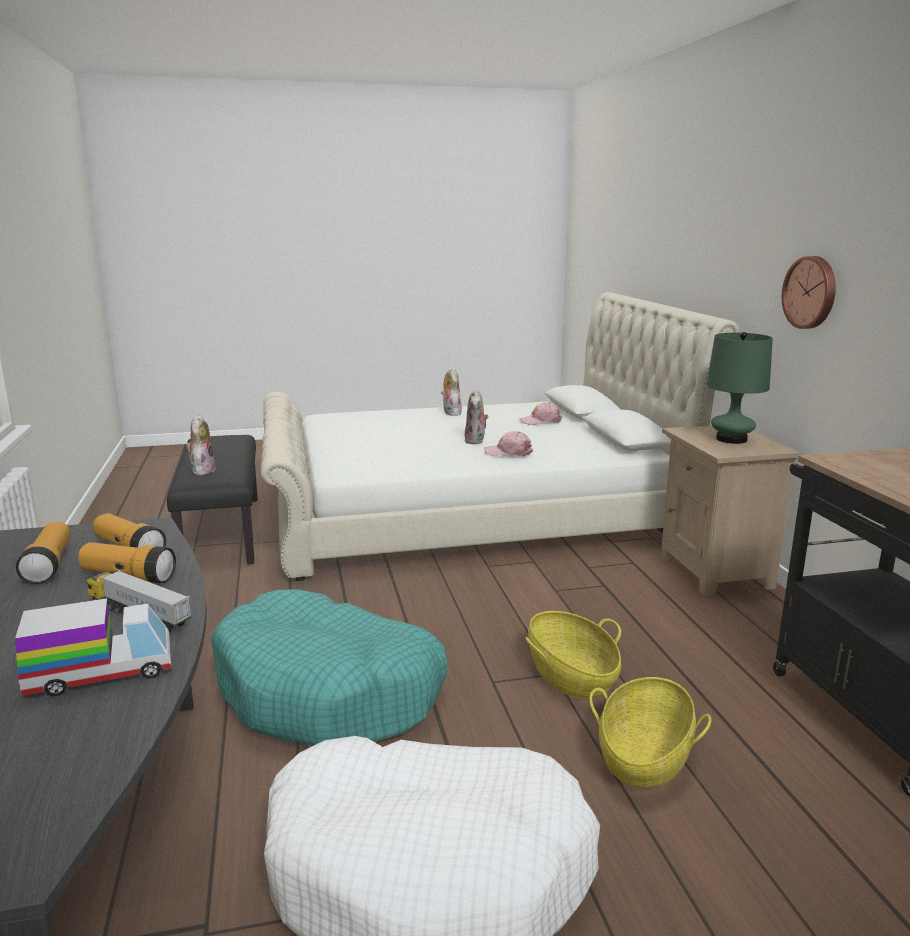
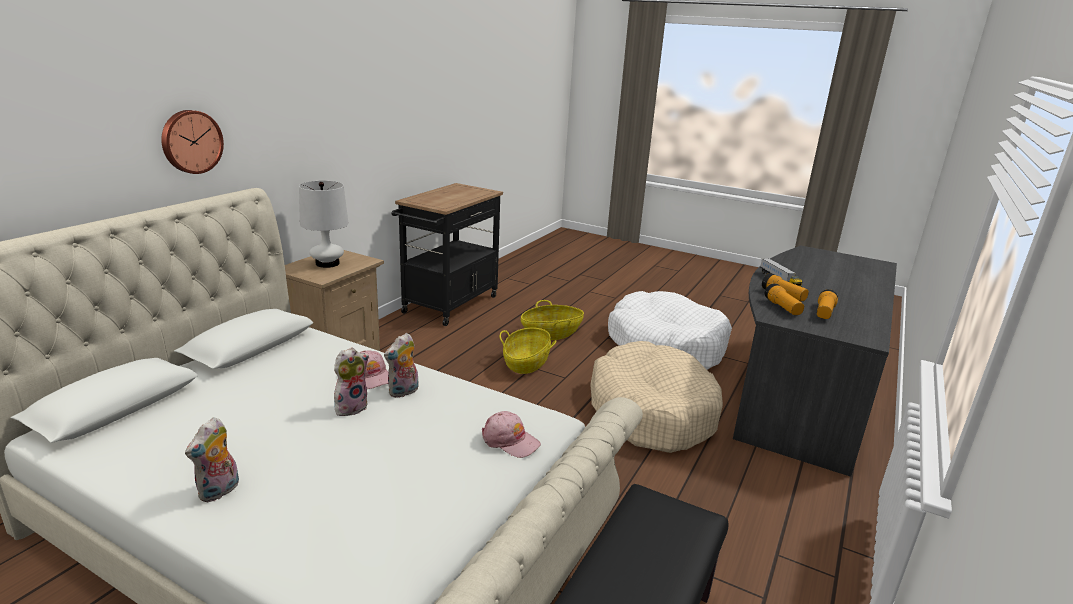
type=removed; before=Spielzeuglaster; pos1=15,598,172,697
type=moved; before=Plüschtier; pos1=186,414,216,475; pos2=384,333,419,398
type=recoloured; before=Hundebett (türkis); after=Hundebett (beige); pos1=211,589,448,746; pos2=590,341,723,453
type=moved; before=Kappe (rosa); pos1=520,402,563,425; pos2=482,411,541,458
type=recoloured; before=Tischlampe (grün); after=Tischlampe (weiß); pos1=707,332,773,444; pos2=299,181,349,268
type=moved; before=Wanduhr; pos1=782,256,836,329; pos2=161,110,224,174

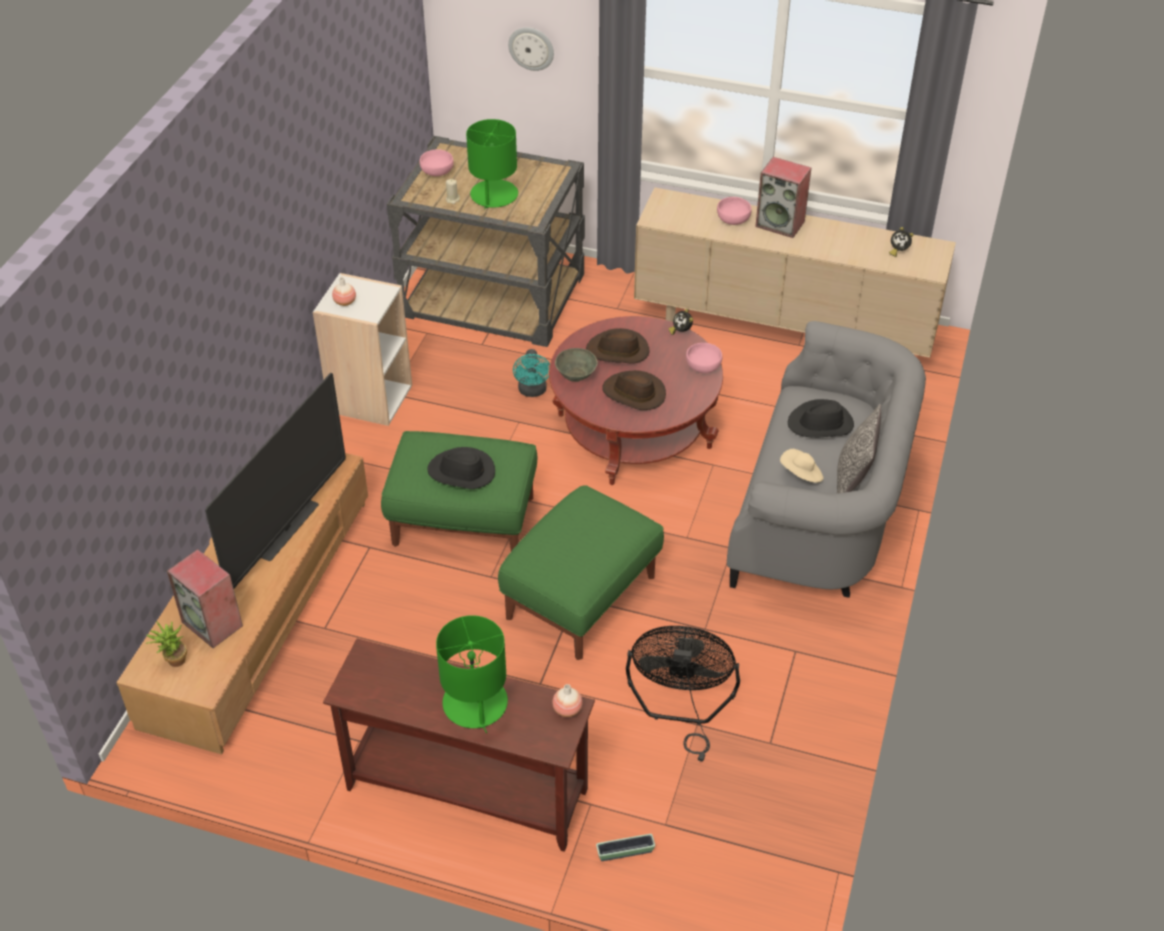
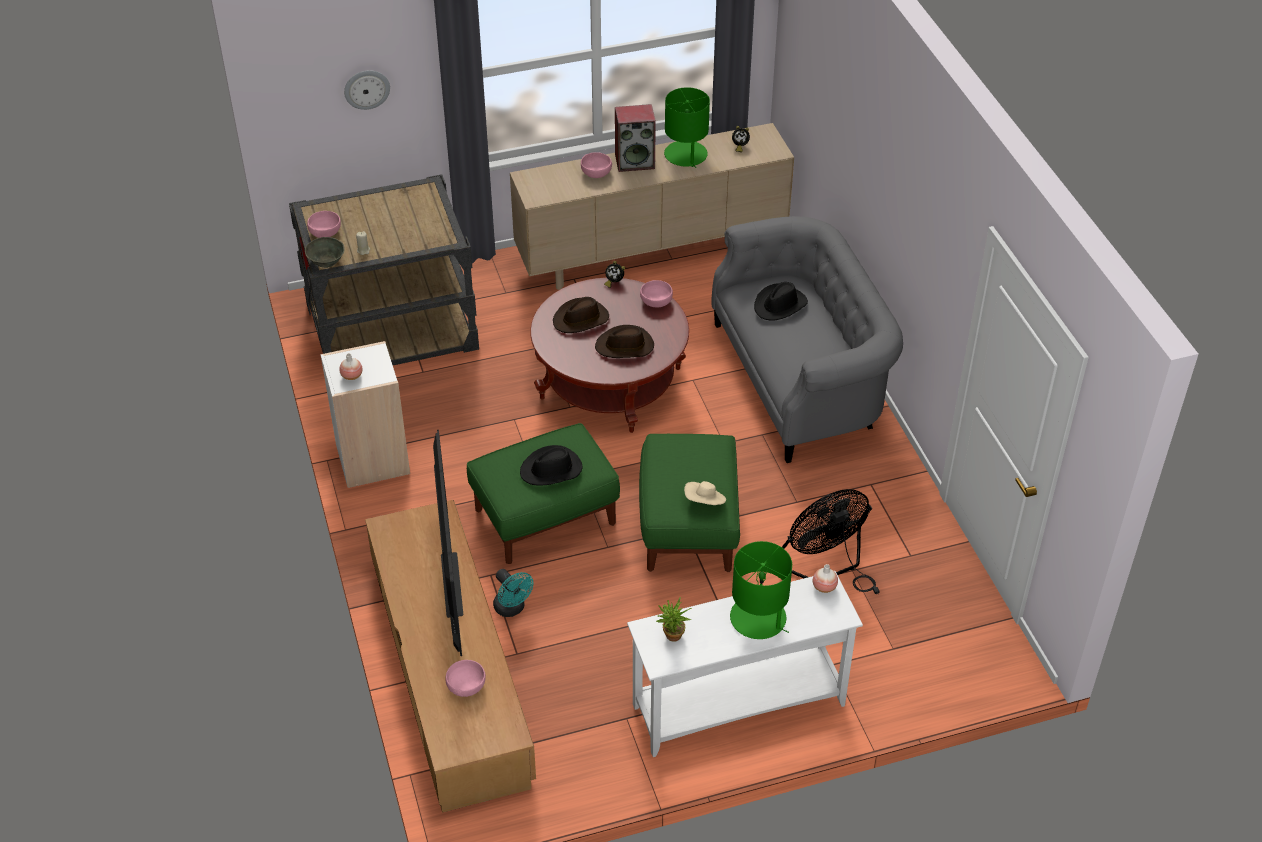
type=moved; before=Topfpflanze; pos1=145,621,187,667; pos2=656,597,692,642
type=replaced; before=Lautsprecher; after=Schüssel (rosa); pos1=167,549,243,648; pos2=445,660,486,697
type=recoloured; before=Konsolentisch (braun); after=Konsolentisch (weiß); pos1=323,638,595,852; pos2=627,571,863,757
type=moved; before=Tischlampe (grün); pos1=466,119,518,209; pos2=664,87,710,168
type=moved; before=Ventilator (türkis); pos1=513,349,550,397; pos2=493,569,533,617
type=moved; before=Schüssel (grau); pos1=555,348,598,382; pos2=305,237,345,268
type=removed; before=Pflanzkübel; pos1=596,834,655,861
type=moved; before=Hut (beige); pos1=780,449,823,483; pos2=684,481,726,505
type=removed; before=Kissen; pos1=837,404,881,493

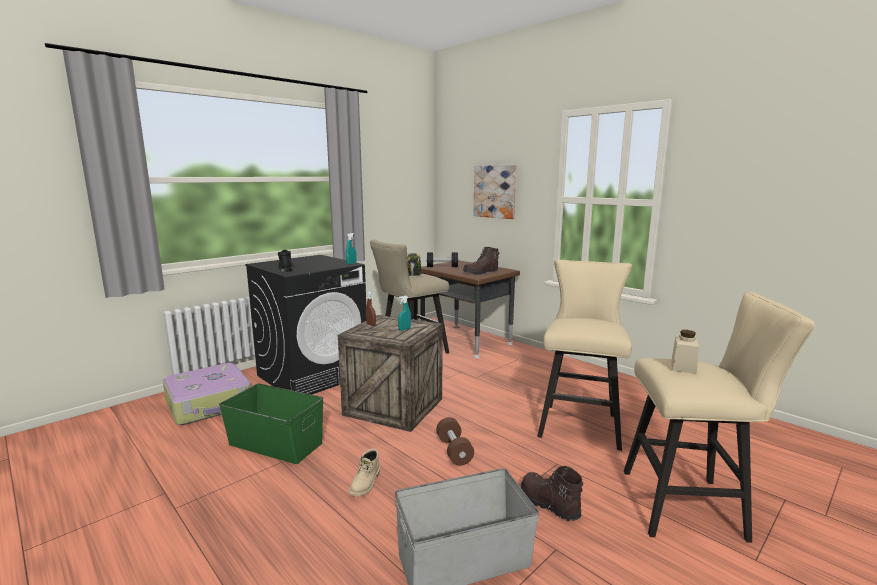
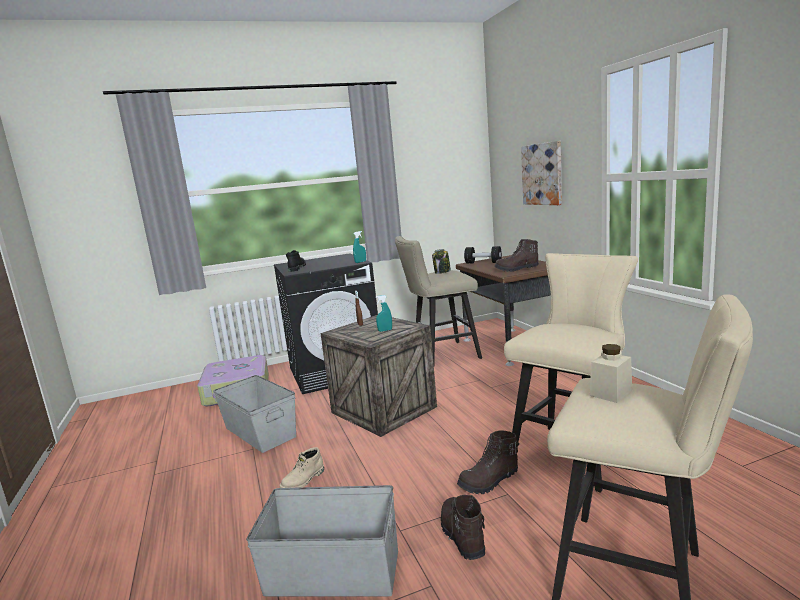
type=recoloured; before=Aufbewahrungsbox (grün); after=Aufbewahrungsbox (grau); pos1=219,383,324,464; pos2=213,375,296,453
type=removed; before=Hantel (braun); pos1=436,417,474,466
type=added; after=Stiefel (braun); pos2=457,431,519,494

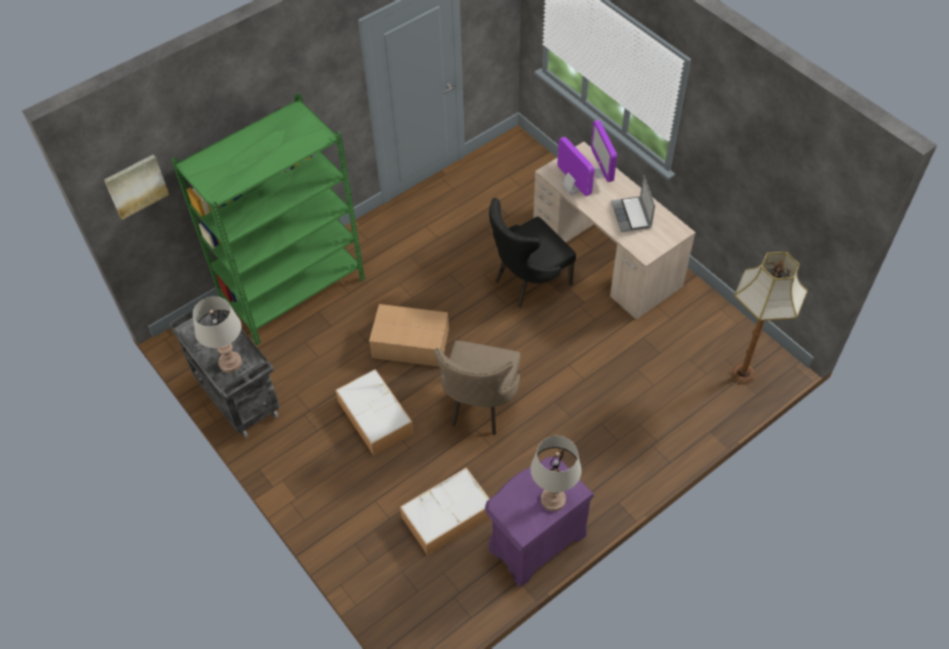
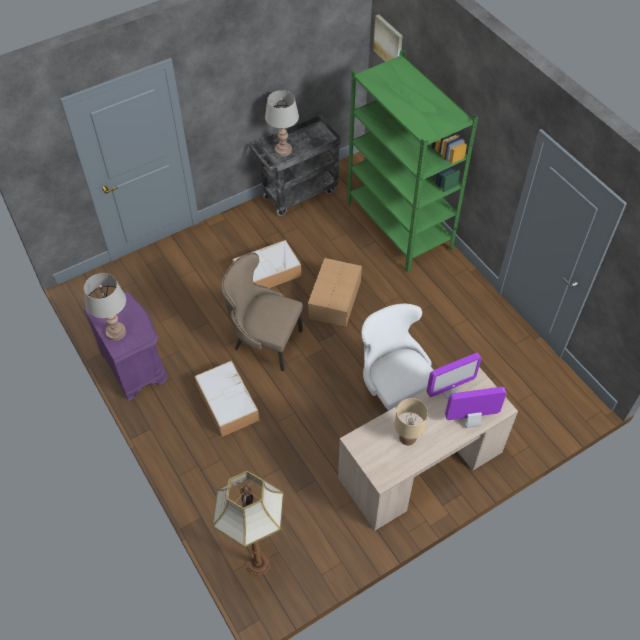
type=moved; before=Aufbewahrungsbox; pos1=400,467,490,555; pos2=195,361,259,437
type=recoloured; before=Stuhl (schwarz); after=Stuhl (weiß); pos1=489,198,576,308; pos2=361,304,433,412
type=replaced; before=Laptop; after=Tischlampe (beige); pos1=611,175,655,232; pos2=395,398,428,446

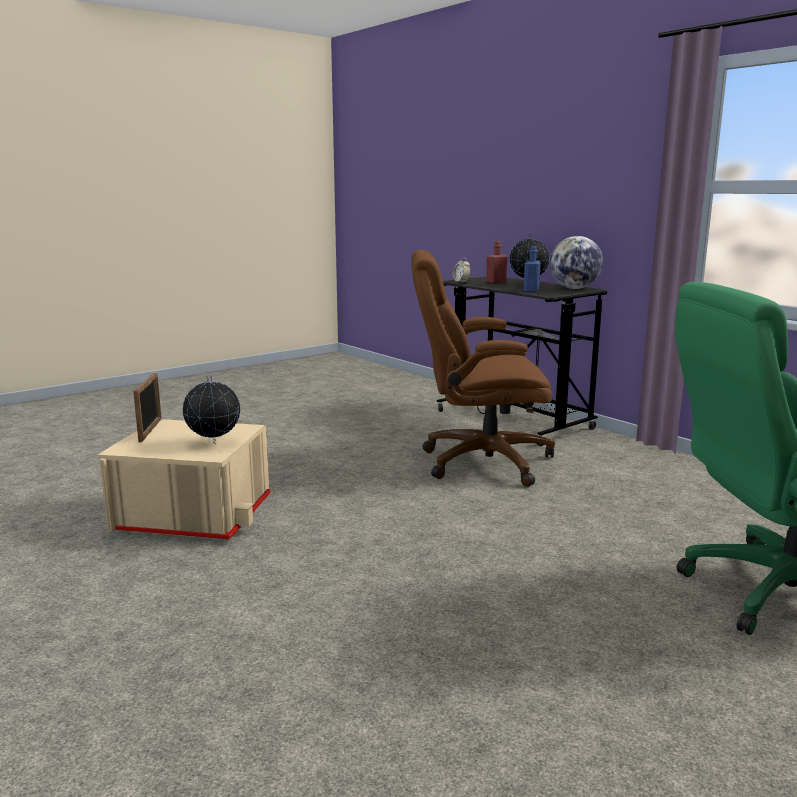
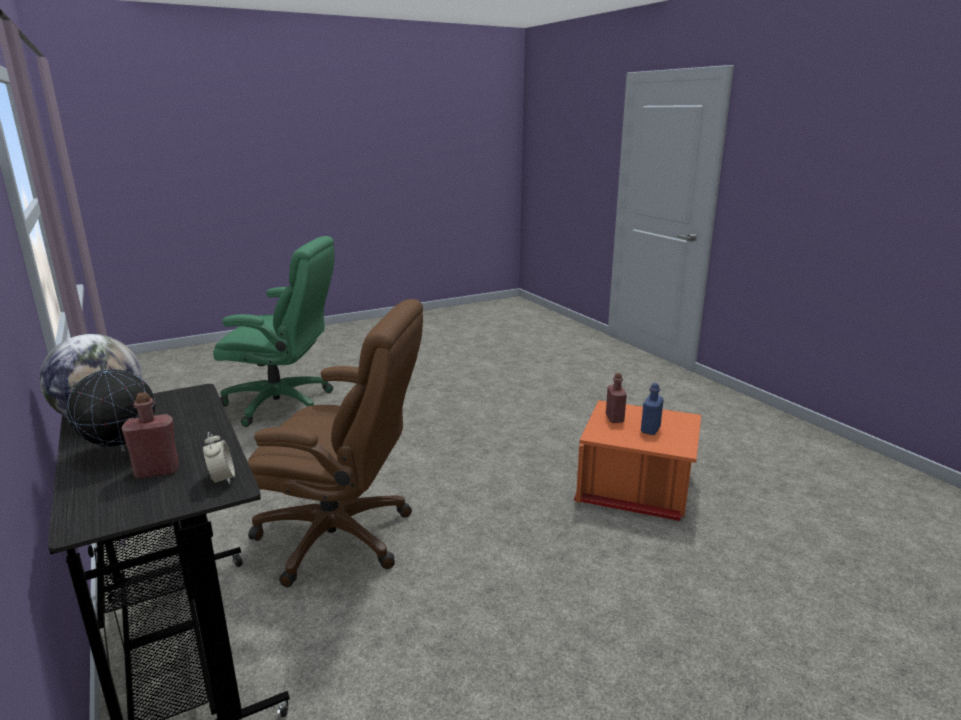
type=recoloured; before=Aufbewahrungsbox (beige); after=Aufbewahrungsbox (orange); pos1=97,419,270,540; pos2=574,400,701,521
type=removed; before=Bilderrahmen; pos1=133,373,162,442
type=replaced; before=Globus; after=Flasche (rot); pos1=183,376,240,444; pos2=606,373,627,423
type=moved; before=Flasche (blau); pos1=524,246,541,292; pos2=641,383,664,435

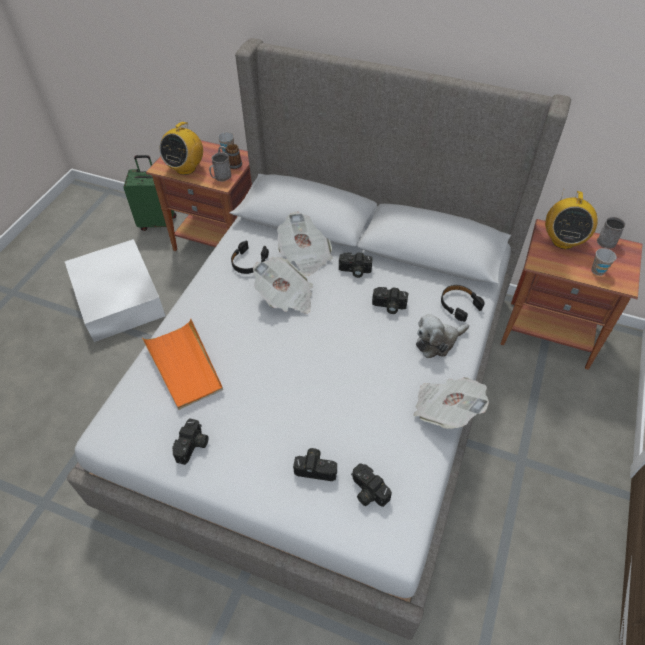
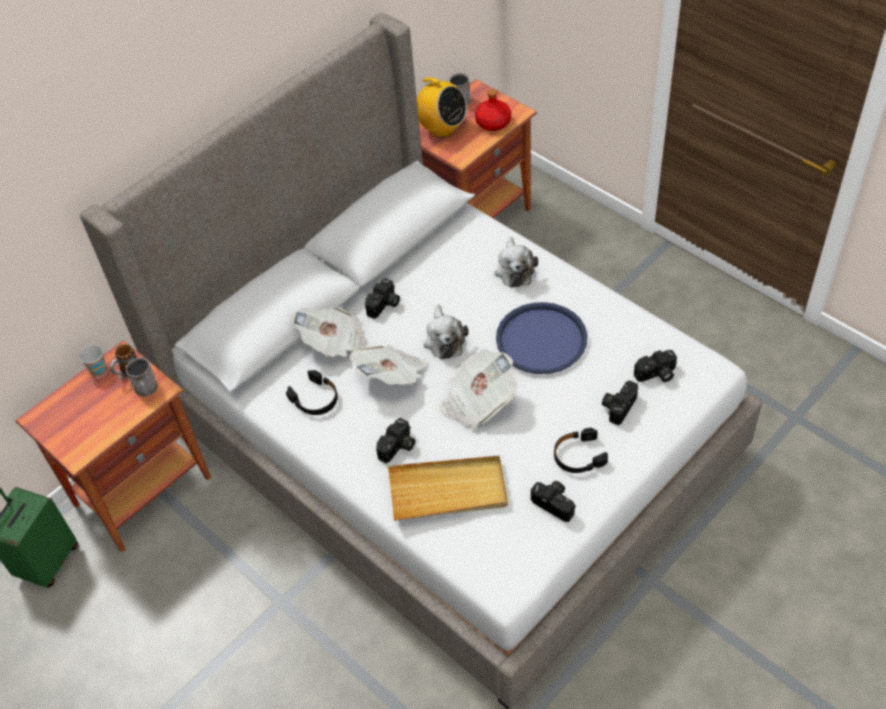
type=removed; before=Aufbewahrungsbox (weiß); pos1=65,239,166,342
type=recoloured; before=Tablett (orange); after=Tablett (beige); pos1=142,318,223,410; pos2=388,456,508,521
type=removed; before=Radio; pos1=159,122,203,175
type=moved; before=Kamera; pos1=372,287,408,314; pos2=376,418,415,463
type=moved; before=Zeitung; pos1=413,378,489,429; pos2=440,349,517,429
type=moved; before=Kopfhörer (schwarz); pos1=441,285,485,322; pos2=554,428,608,473
type=replaced; before=Tasse; after=Flasche (rot); pos1=591,248,616,276; pos2=475,89,511,131
type=added; after=Plüschtier; pos2=424,305,468,360
type=added; after=Tablett (blau); pos2=496,302,588,374

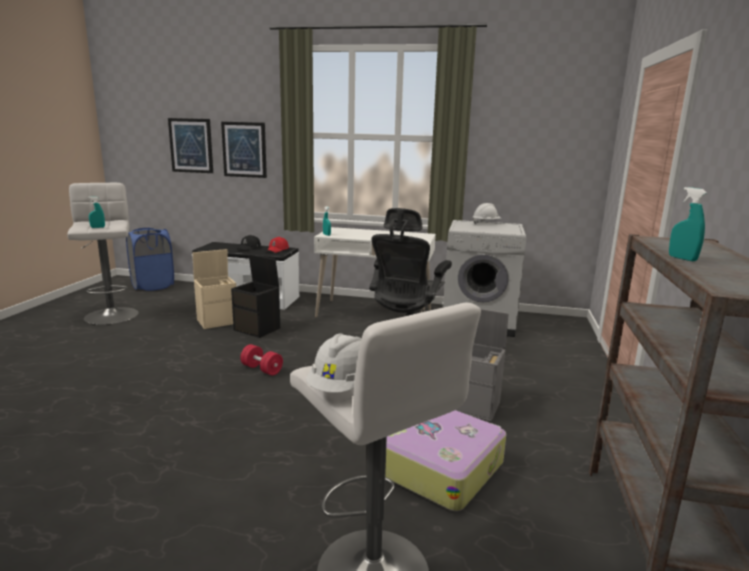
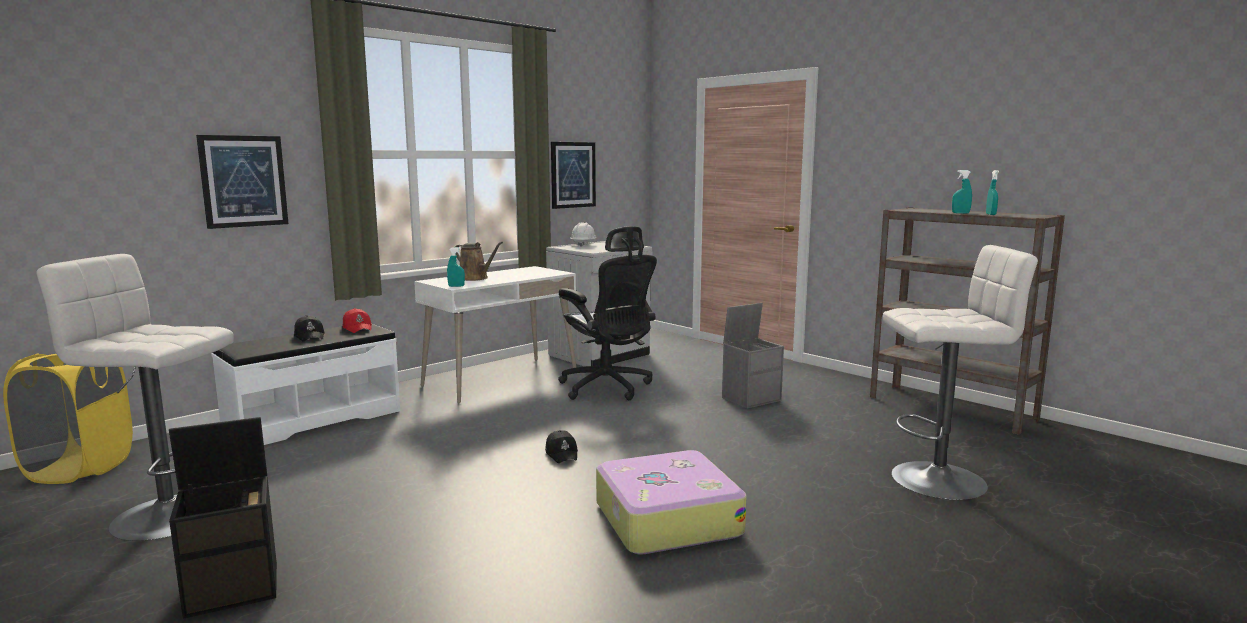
type=moved; before=Sprühflasche (türkis); pos1=88,196,105,228; pos2=986,170,999,215
type=recoloured; before=Wäschekorb (blau); after=Wäschekorb (gelb); pos1=126,228,174,291; pos2=3,354,133,484
type=moved; before=Bild; pos1=168,118,213,173; pos2=551,142,596,209
type=removed; before=Aufbewahrungsbox (beige); pos1=193,249,236,329
type=moved; before=Aufbewahrungsbox (schwarz); pos1=231,254,280,338; pos2=169,417,277,619
type=replaced; before=Hantel (rot); after=Kappe (schwarz); pos1=240,344,283,376; pos2=545,430,578,463
type=removed; before=Schutzhelm (weiß); pos1=306,333,361,393
type=moved; before=Koffer; pos1=385,410,506,511; pos2=596,450,747,555
type=added; after=Gießkanne (braun); pos2=455,241,503,281

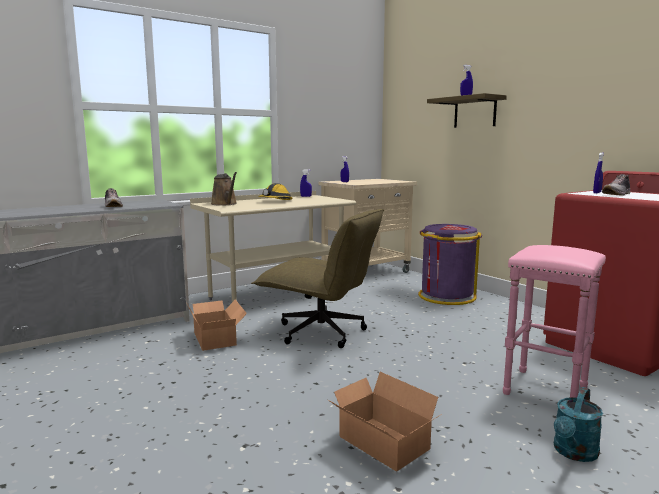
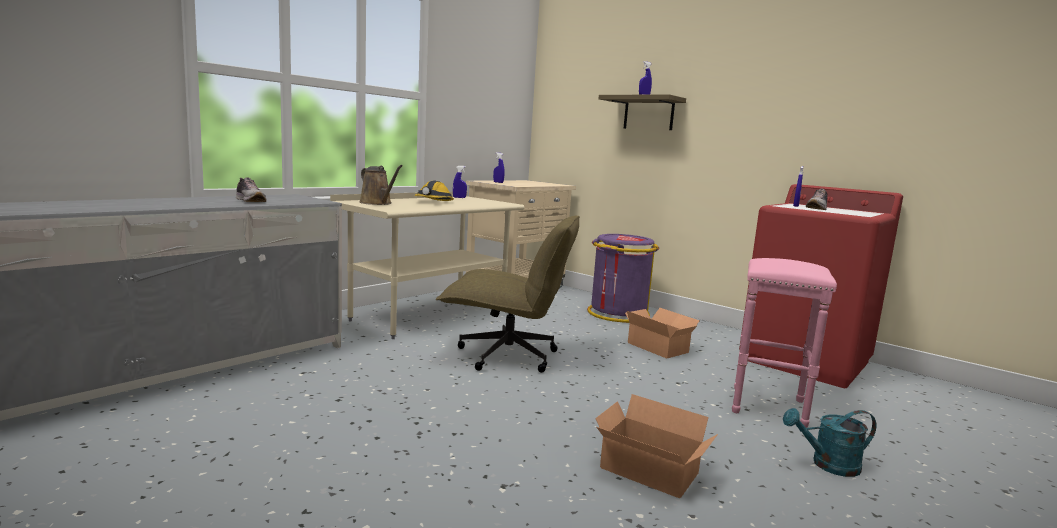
type=moved; before=Karton; pos1=186,299,247,351; pos2=625,308,700,359
type=turned; before=Gießkanne (türkis); pos1=554,387,603,462; pos2=783,408,876,477; turn=60

